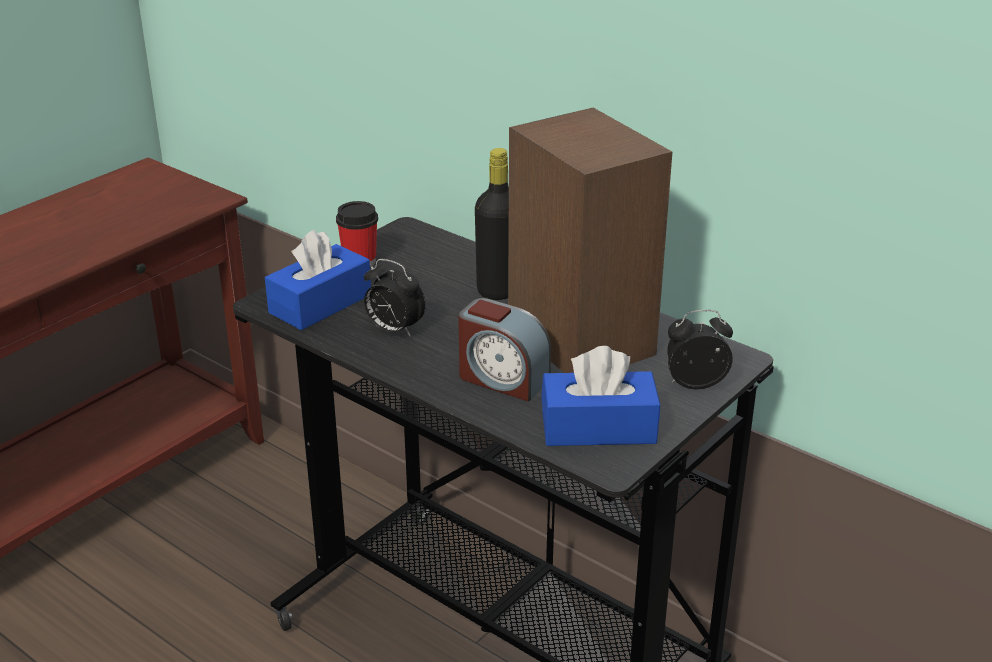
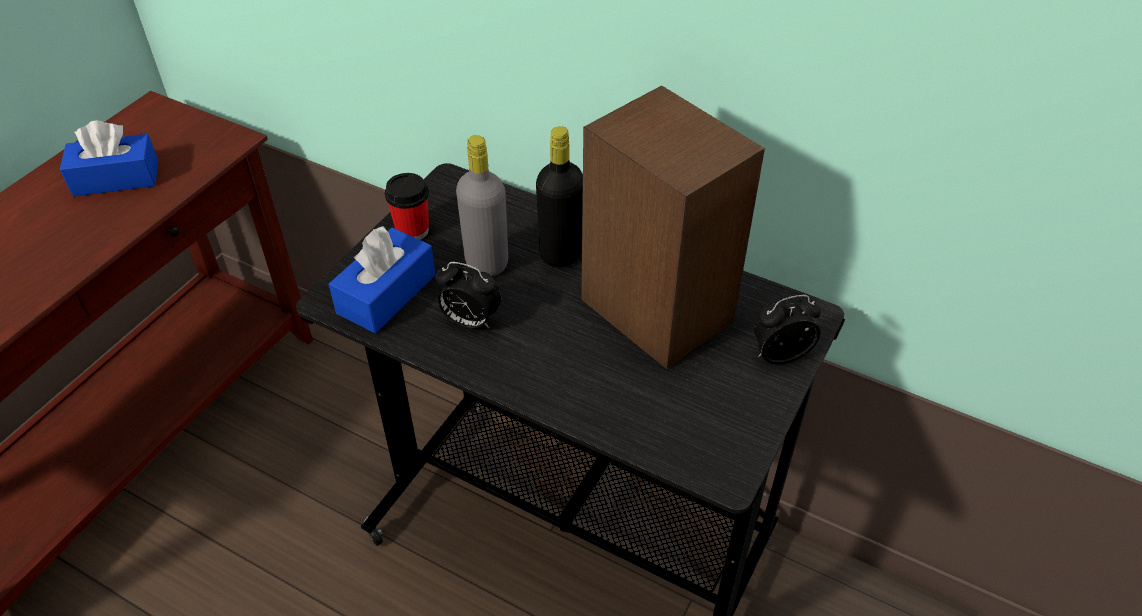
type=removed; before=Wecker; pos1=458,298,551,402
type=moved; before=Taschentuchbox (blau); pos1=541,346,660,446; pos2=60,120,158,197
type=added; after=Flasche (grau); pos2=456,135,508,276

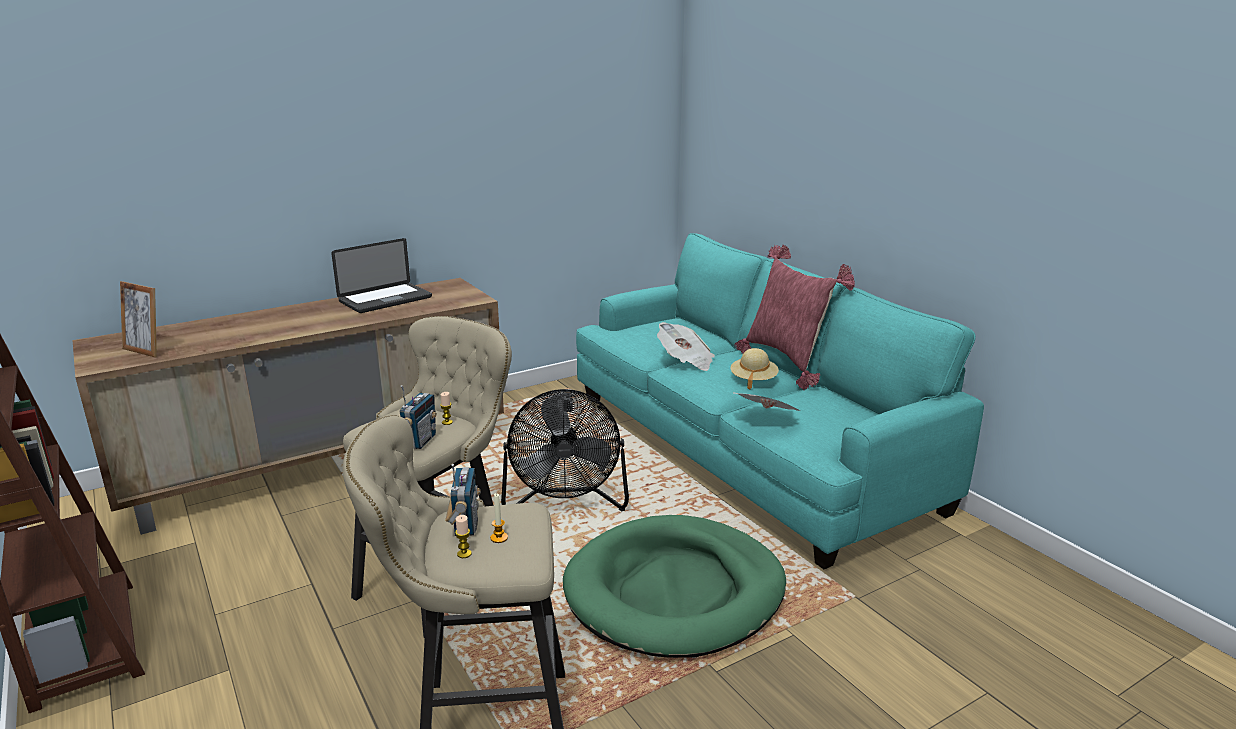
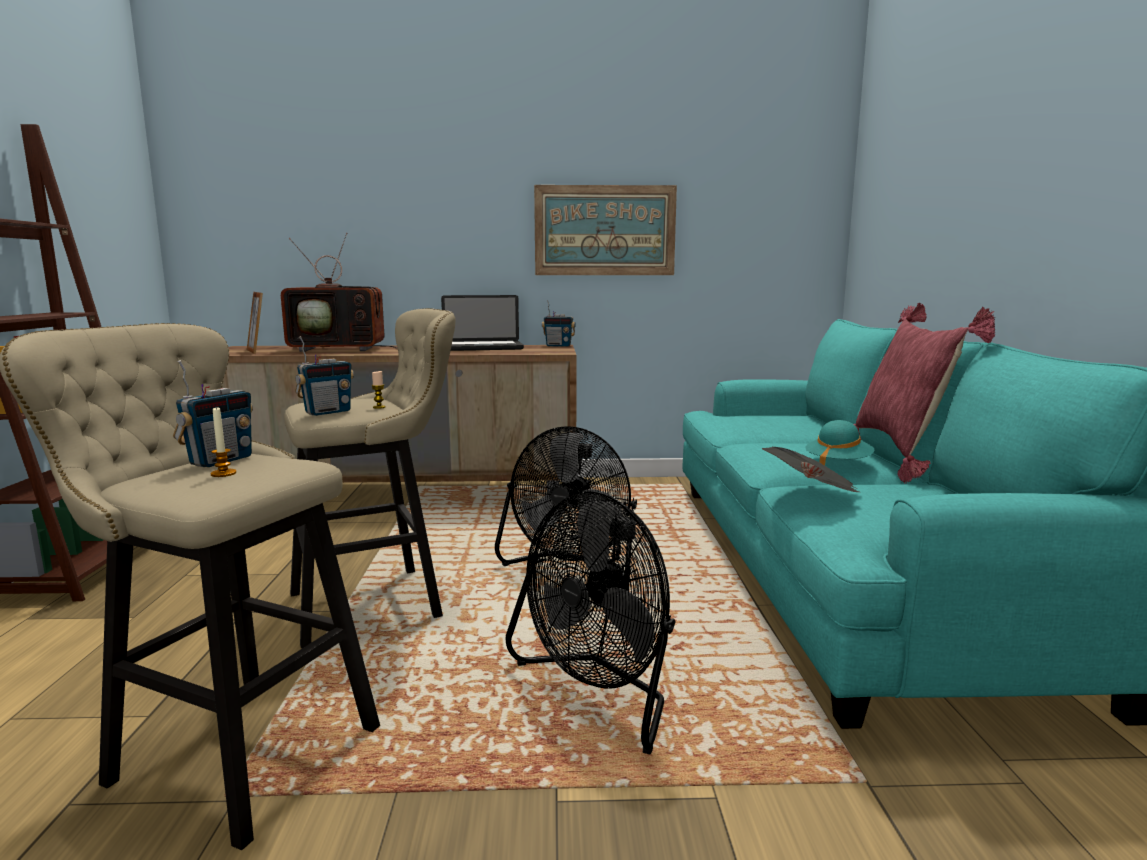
type=removed; before=Kerze; pos1=455,515,472,558
type=replaced; before=Hundebett (grün); after=Ventilator (schwarz); pos1=563,515,786,658; pos2=506,491,676,754
type=removed; before=Zeitung; pos1=657,322,715,371
type=recoloured; before=Hut (beige); after=Hut (türkis); pos1=731,348,779,389; pos2=806,420,874,466
type=added; after=Fernseher; pos2=281,232,397,352
type=added; after=Bild; pos2=534,185,677,275
type=added; after=Radio; pos2=542,300,575,347

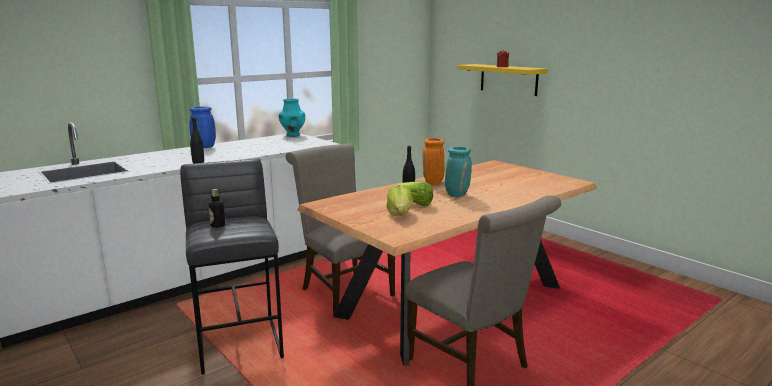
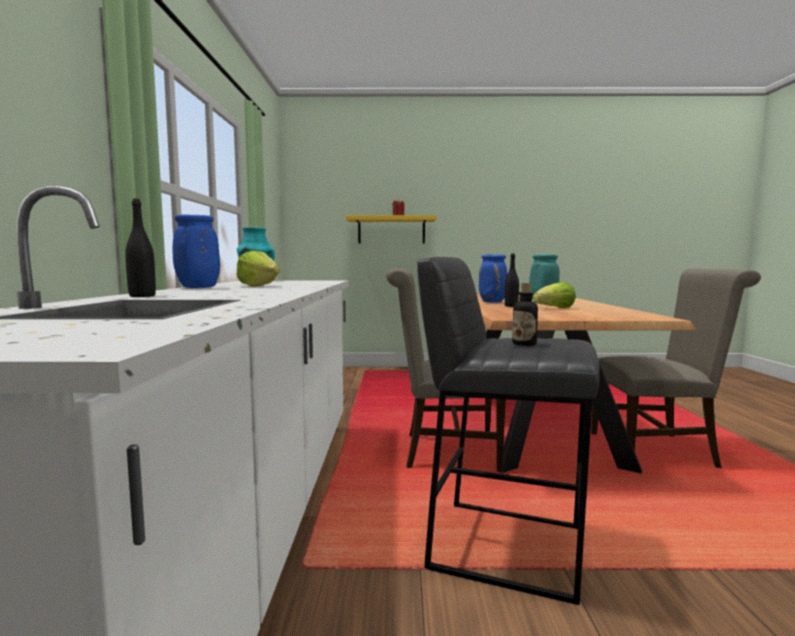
type=moved; before=Flasche (schwarz); pos1=190,117,204,163; pos2=125,199,156,297
type=moved; before=Salatkopf; pos1=387,185,413,216; pos2=237,250,280,287
type=recoloured; before=Vase (orange); after=Vase (blau); pos1=422,138,445,185; pos2=479,254,508,303

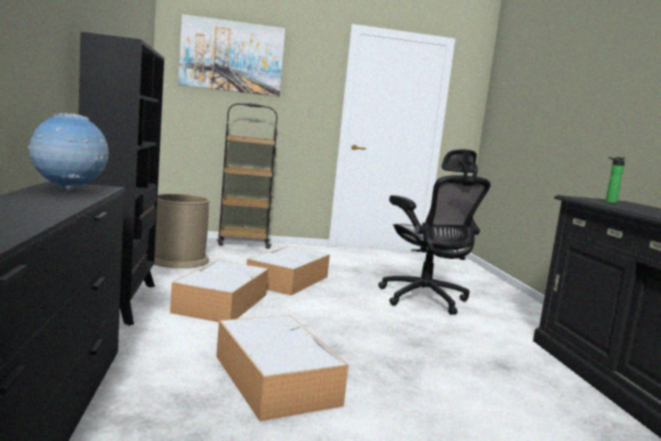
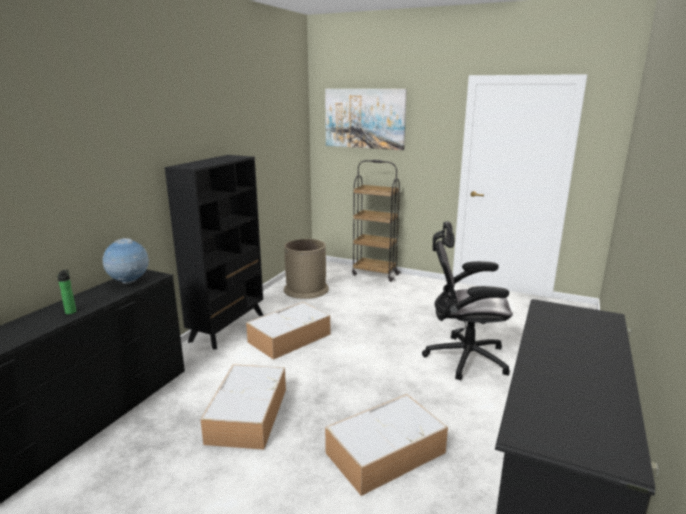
type=moved; before=Aufbewahrungsbox; pos1=247,246,330,296; pos2=325,394,448,496
type=turned; before=Bürostuhl; pos1=378,149,491,315; pos2=422,221,513,381; turn=90
type=moved; before=Flasche; pos1=605,157,625,203; pos2=57,270,76,314

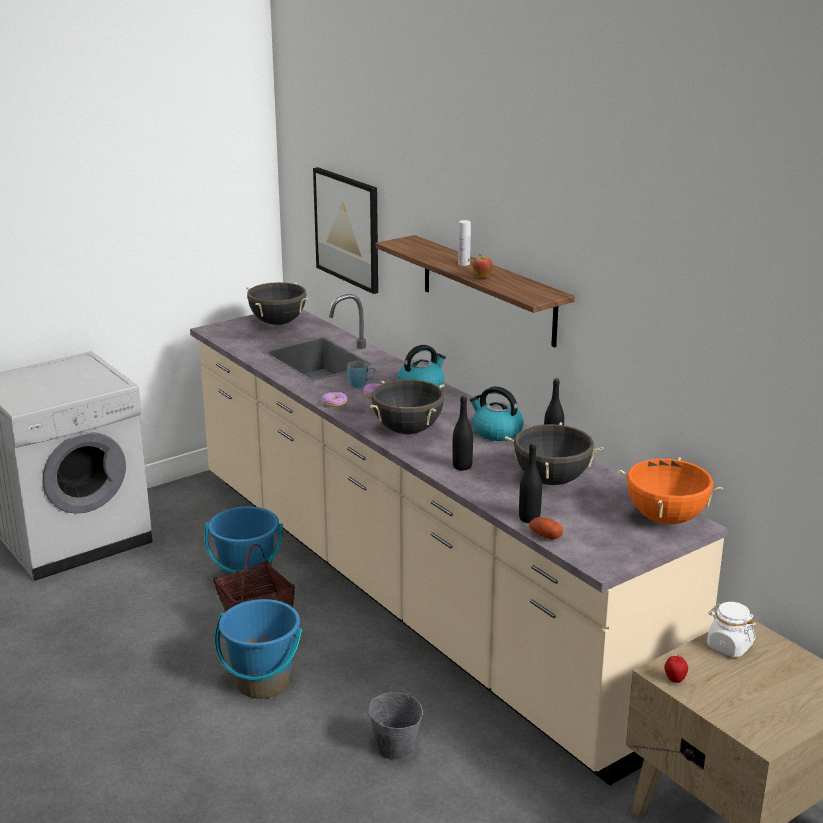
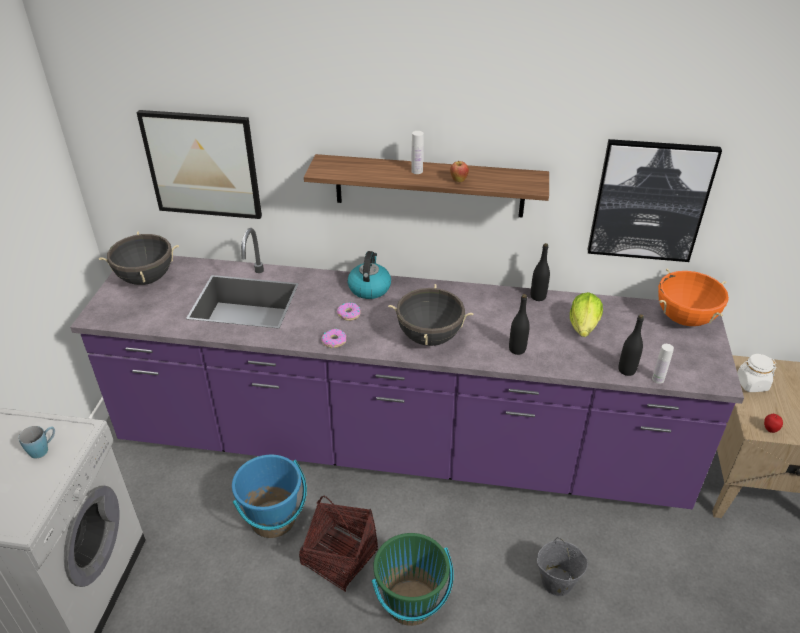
type=recoloured; before=Küchenzeile (beige); after=Küchenzeile (lila); pos1=190,294,728,786; pos2=70,228,744,509
type=recoloured; before=Eimer (blau); after=Eimer (grün); pos1=215,599,302,699; pos2=372,533,454,626
type=moved; before=Henkelbecher (blau); pos1=347,361,376,388; pos2=19,426,55,458
type=removed; before=Wasserkessel; pos1=470,386,524,441
type=replaced; before=Kochtopf (schwarz); after=Salatkopf; pos1=505,422,604,485; pos2=570,292,603,337
type=replaced; before=Kartoffel; after=Flasche (weiß); pos1=529,517,563,540; pos2=652,344,674,384
type=added; after=Bild; pos2=588,139,722,262

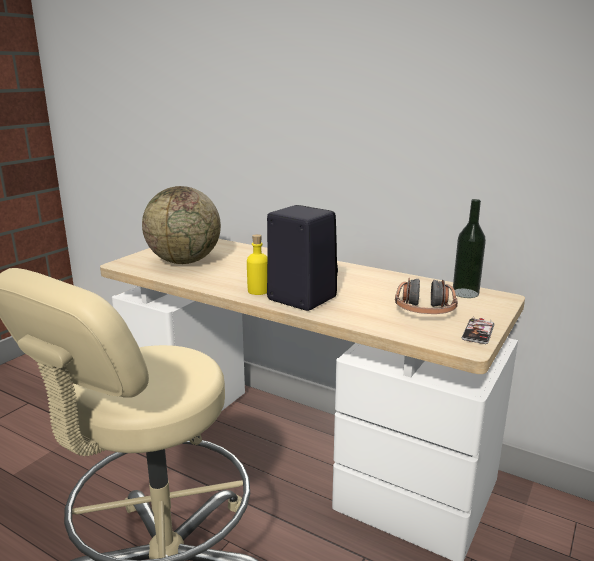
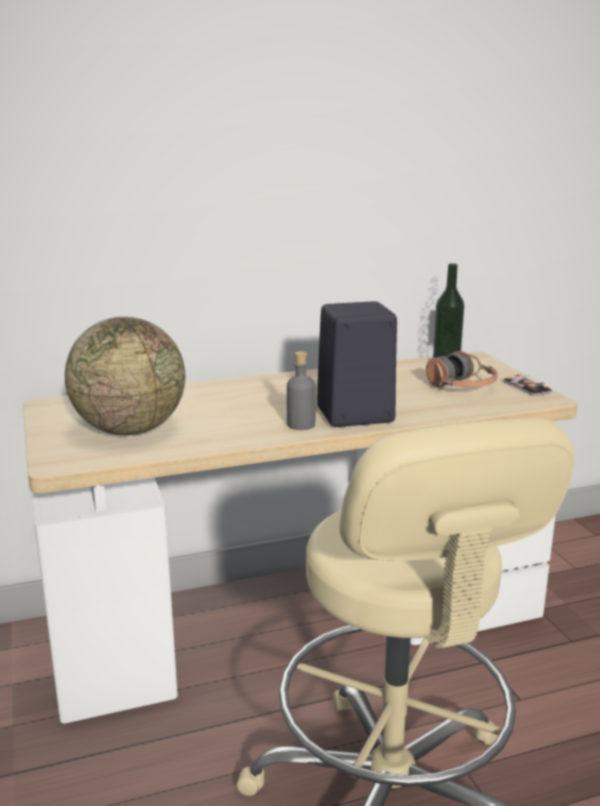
type=recoloured; before=Flasche (gelb); after=Flasche (grau); pos1=247,234,267,295; pos2=287,351,315,430

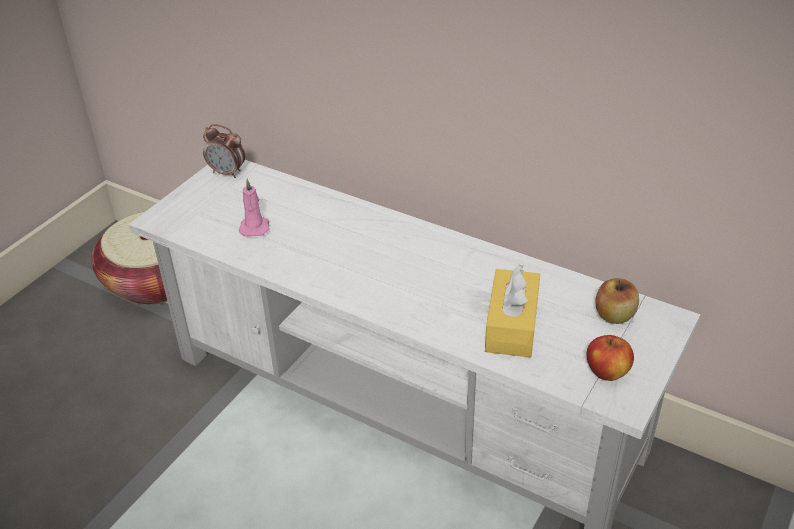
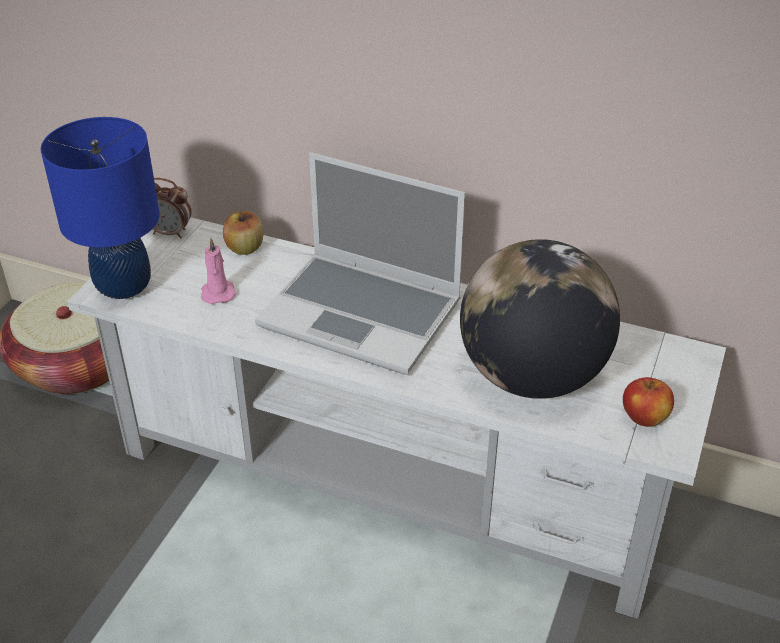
type=replaced; before=Taschentuchbox (gelb); after=Globus; pos1=485,265,540,358; pos2=460,239,620,399
type=moved; before=Apfel; pos1=595,278,639,324; pos2=223,211,264,255
type=added; after=Tischlampe (blau); pos2=41,117,160,299
type=added; after=Laptop; pos2=255,152,465,375

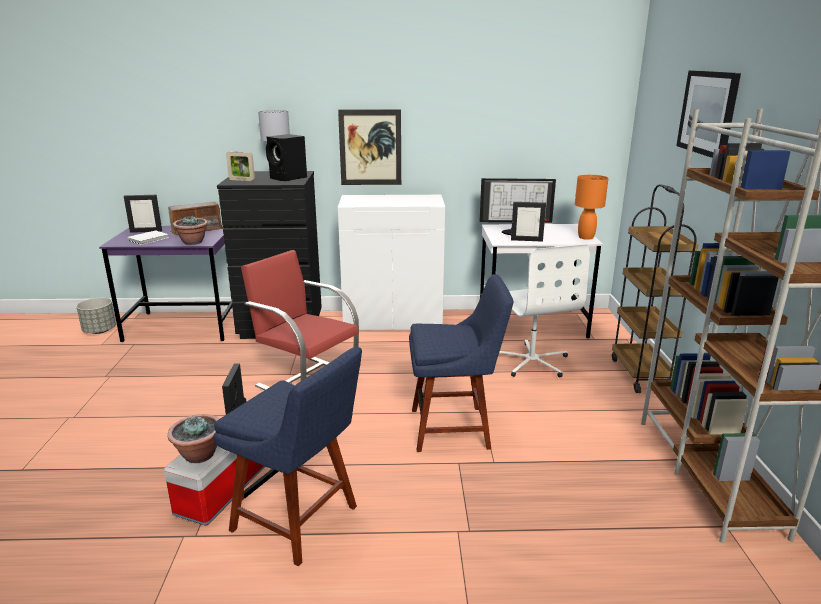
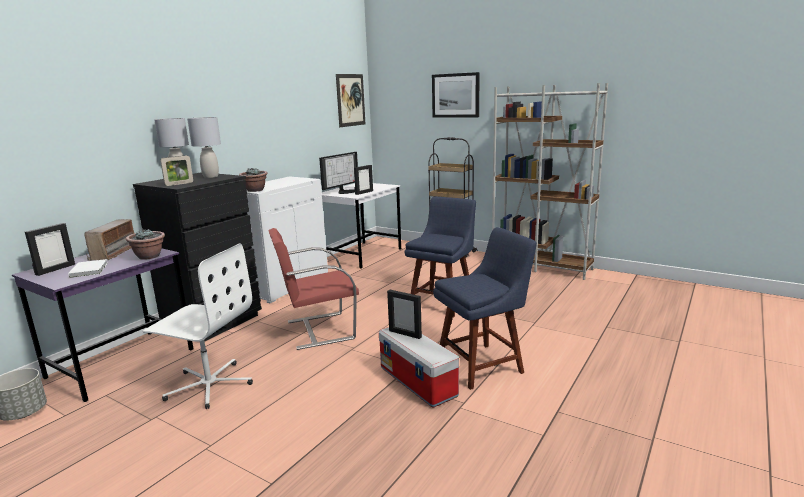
type=moved; before=Topfpflanze; pos1=168,414,219,463; pos2=239,168,268,192
type=replaced; before=Lautsprecher (schwarz); after=Tischlampe (grau); pos1=266,134,307,181; pos2=187,117,221,178
type=moved; before=Bild; pos1=338,109,401,185; pos2=336,74,365,127
type=moved; before=Bürostuhl (weiß); pos1=499,244,590,378; pos2=143,243,253,409
type=removed; before=Tischlampe (orange); pos1=575,175,608,240

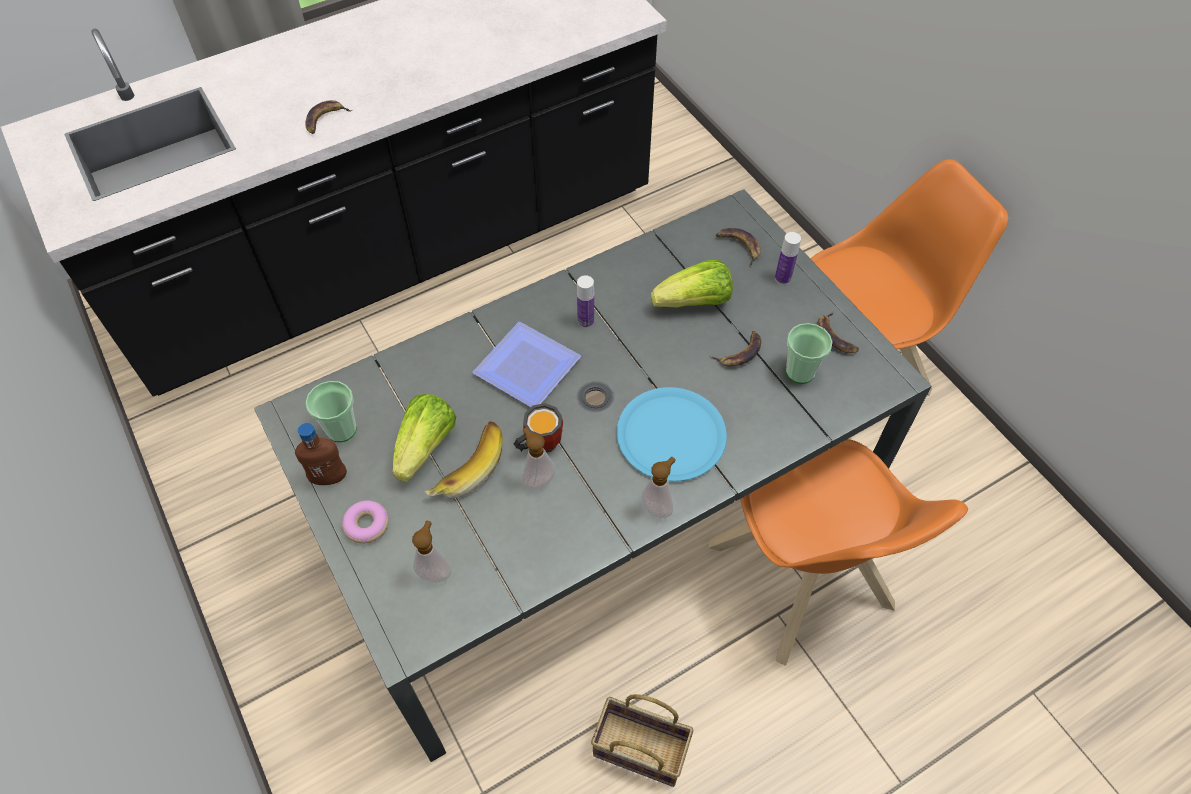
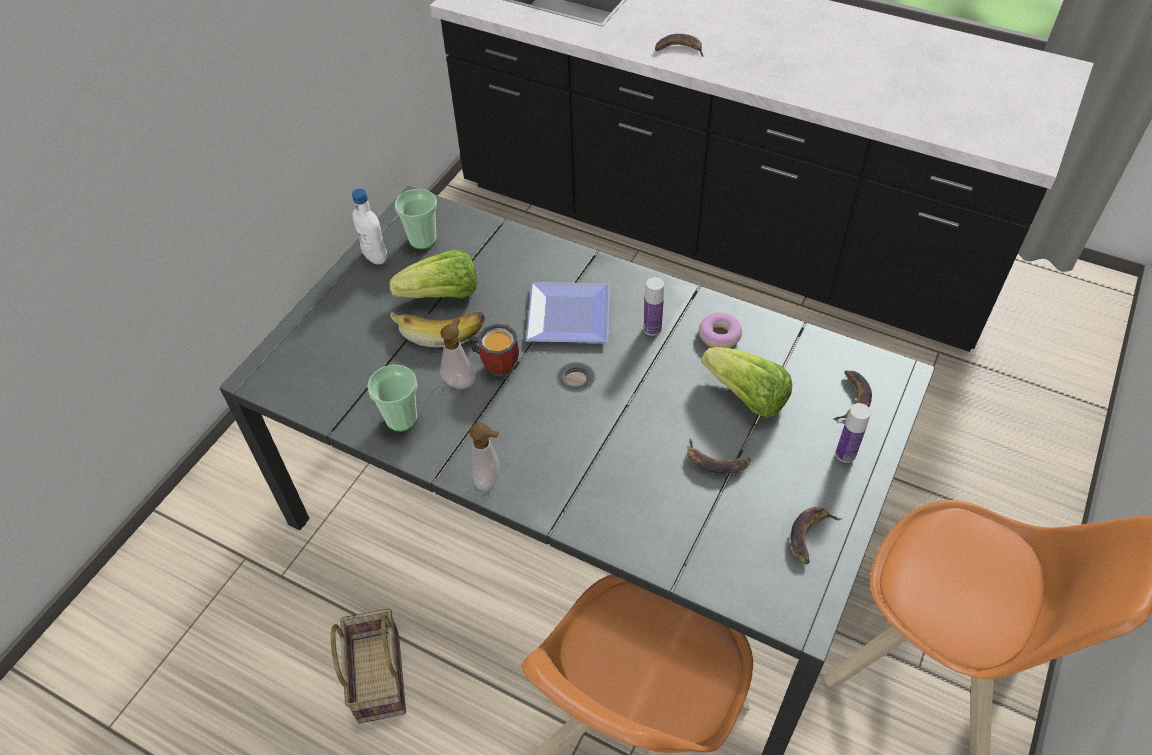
type=recoloured; before=Flasche (braun); after=Flasche (weiß); pos1=295,423,347,485; pos2=352,188,387,264
type=moved; before=Donut; pos1=342,500,389,544; pos2=699,313,742,348
type=removed; before=Seifenspender; pos1=412,520,451,582
type=removed; before=Teller (blau); pos1=617,387,727,481
type=moved; before=Tasse; pos1=786,323,833,384; pos2=367,365,418,432

